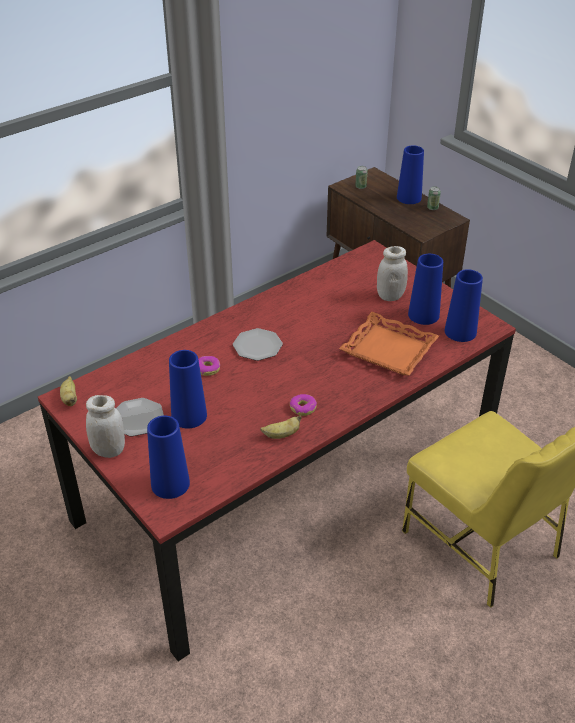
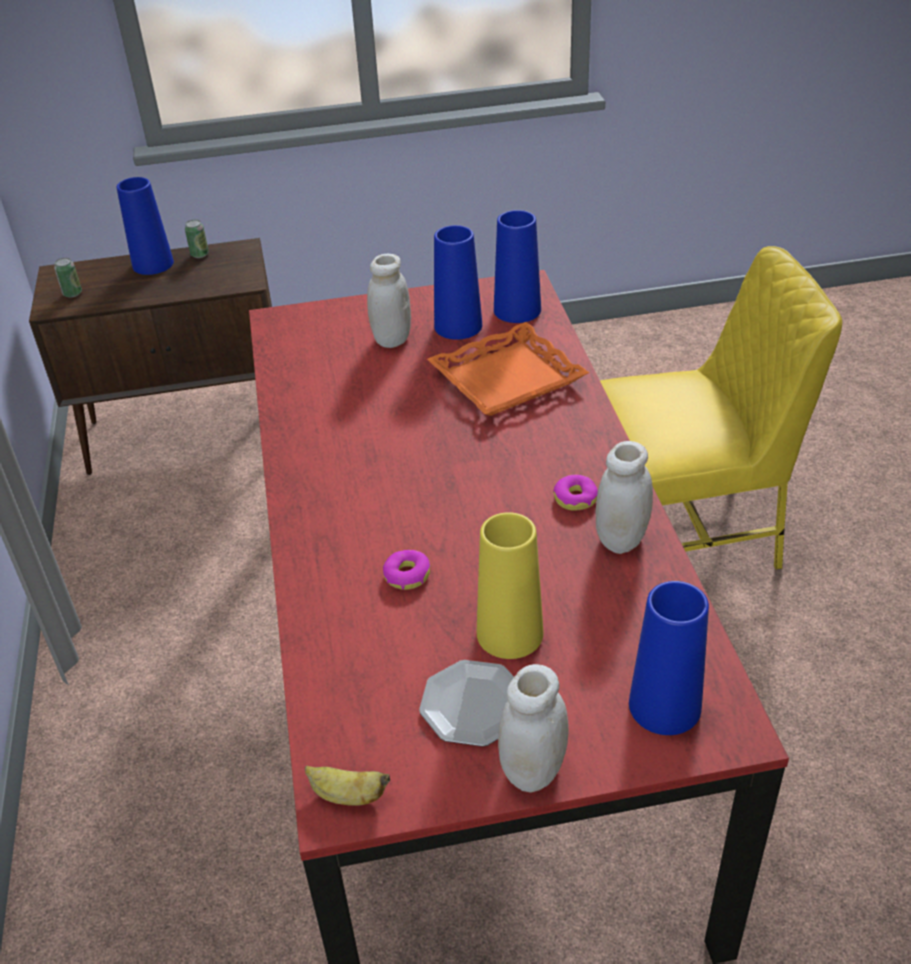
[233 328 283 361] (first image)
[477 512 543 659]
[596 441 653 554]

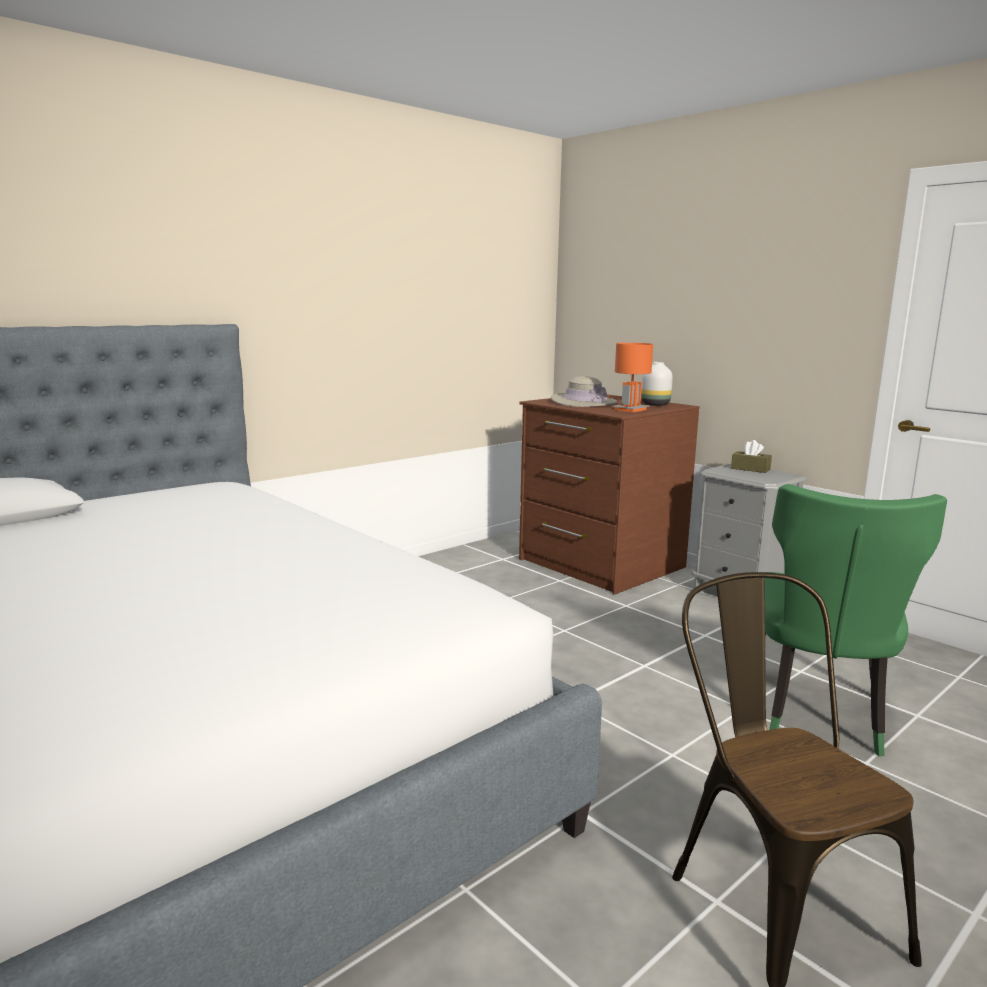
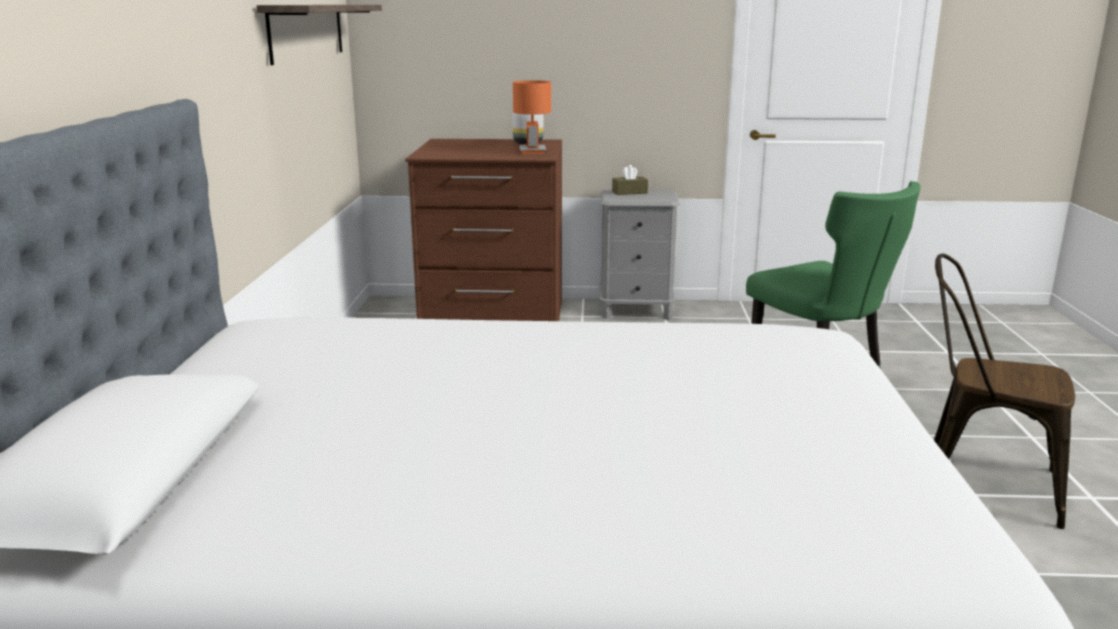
[551 376 617 407] (first image)
[257 5 382 65]

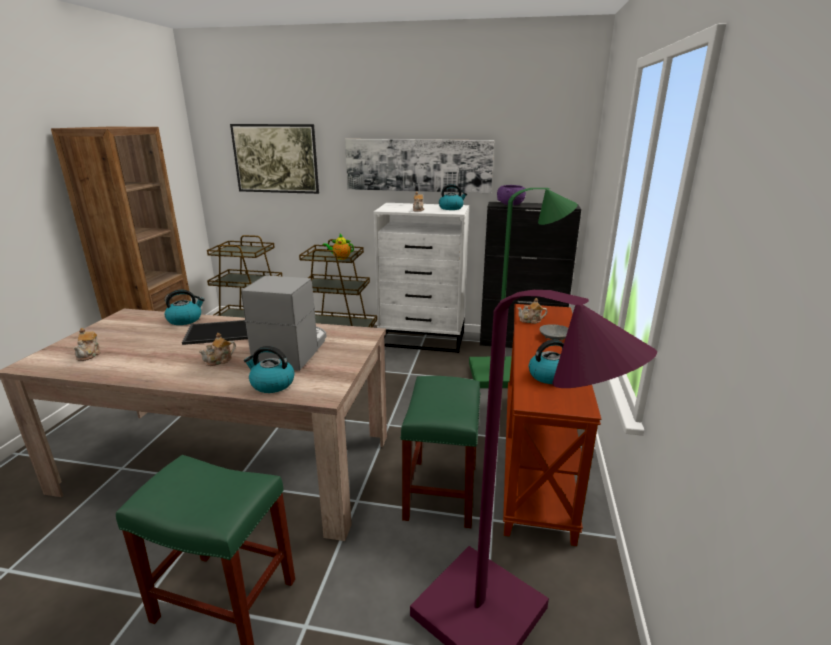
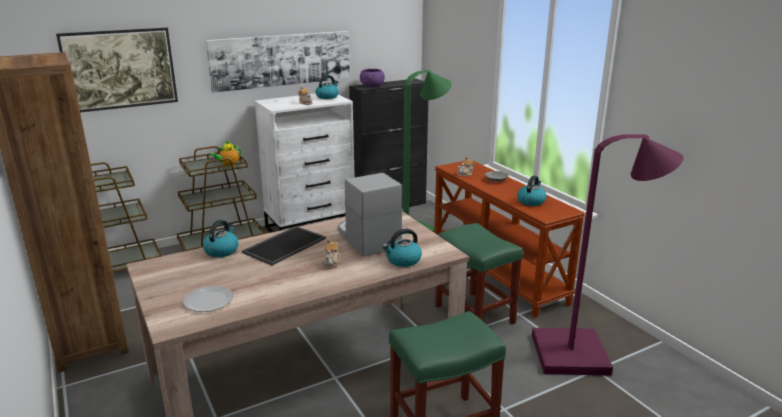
[183 286 234 312]

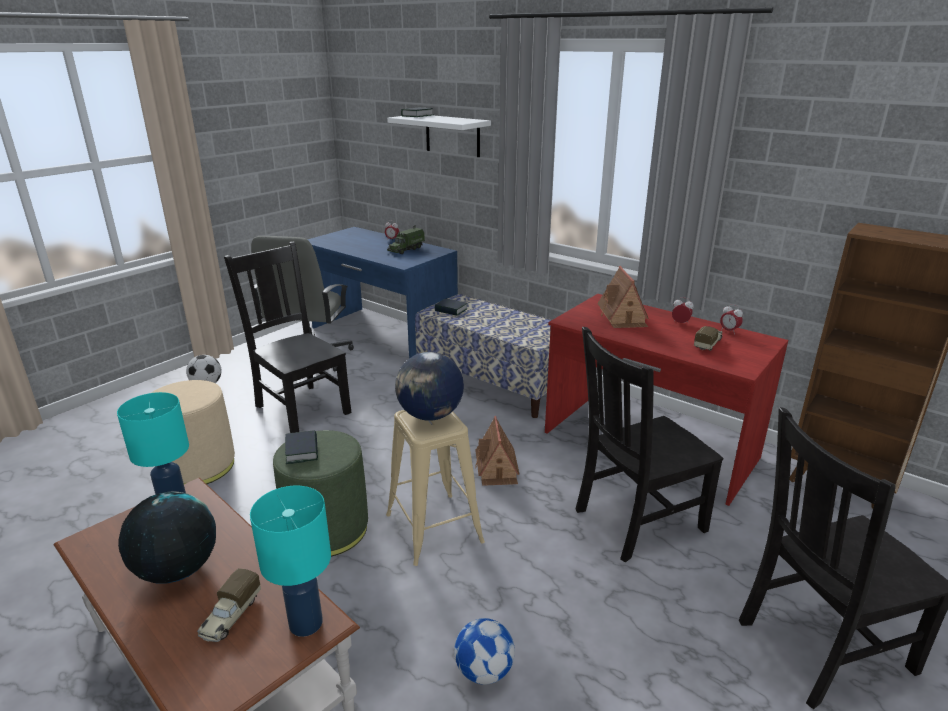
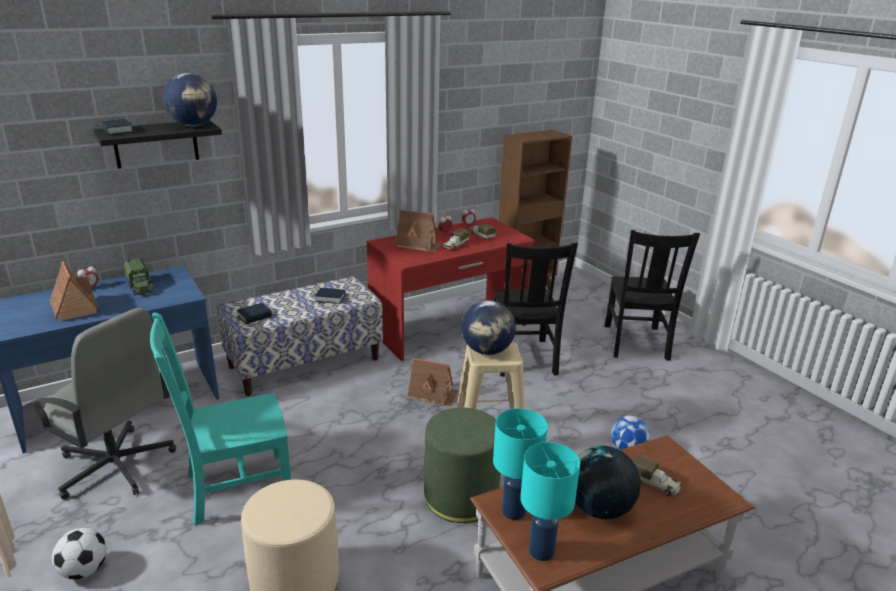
[93 120 222 169]
[150 313 291 526]
[315 288 346 304]
[520 442 580 561]
[162 73 217 127]
[443 228 469 250]
[50 262 99 321]

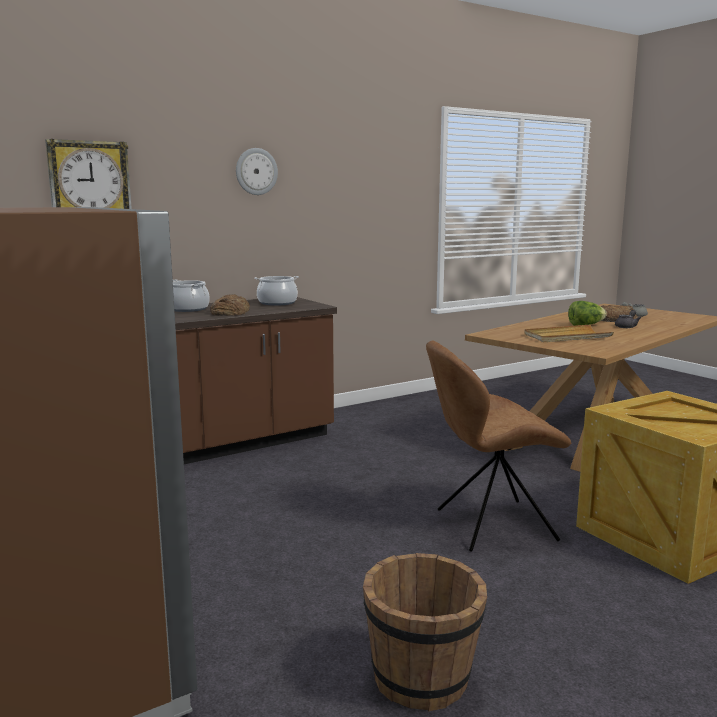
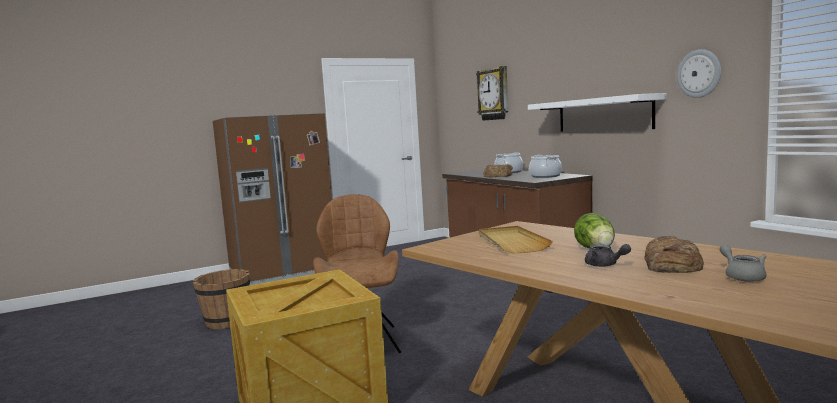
[677 49 721 98]
[528 93 667 131]

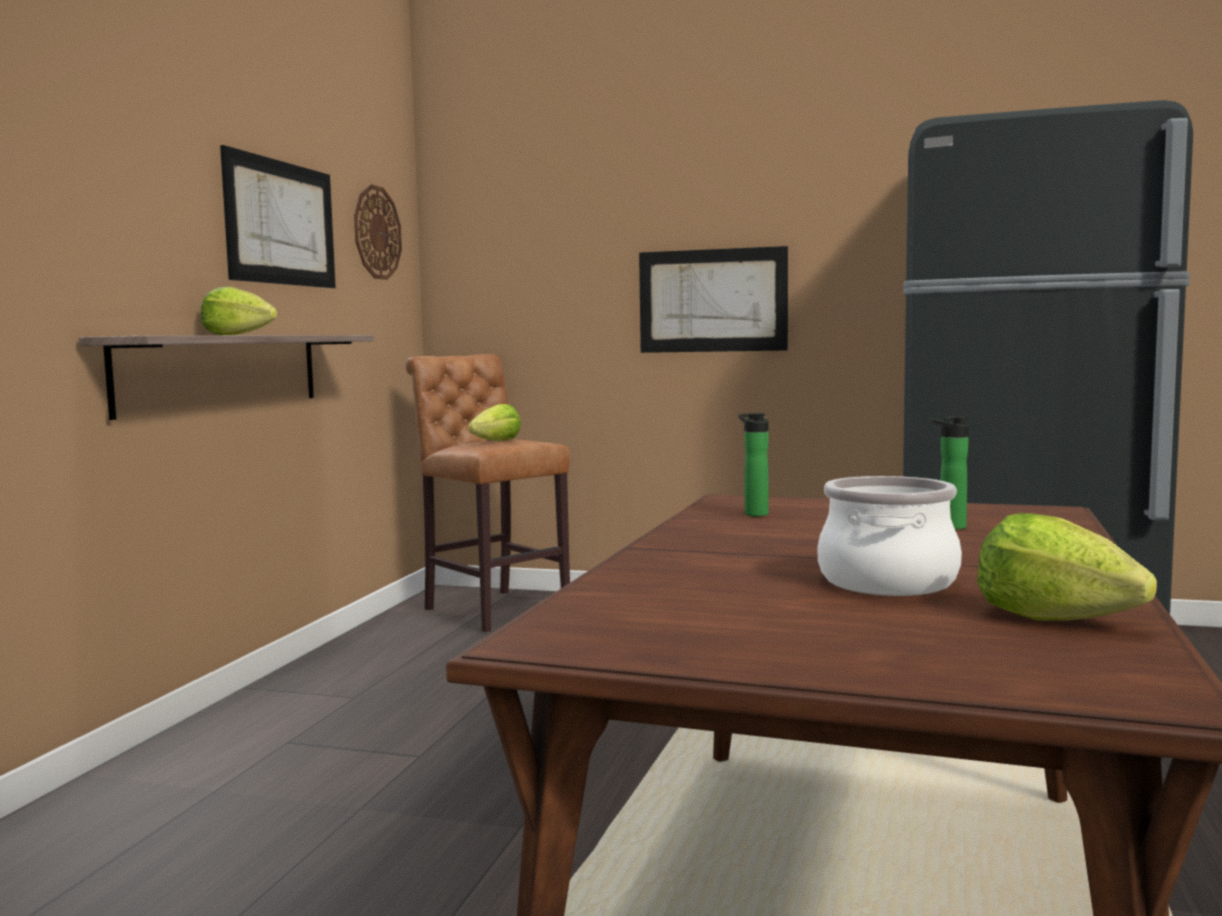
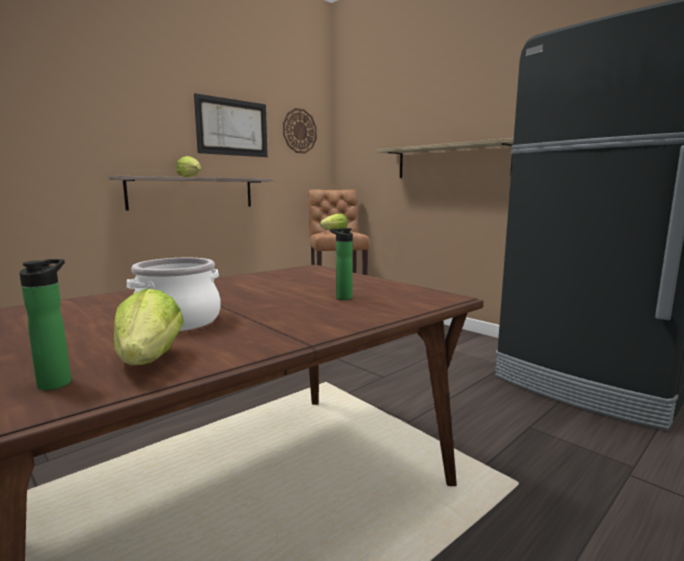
[377 138 514 178]
[19 259 71 390]

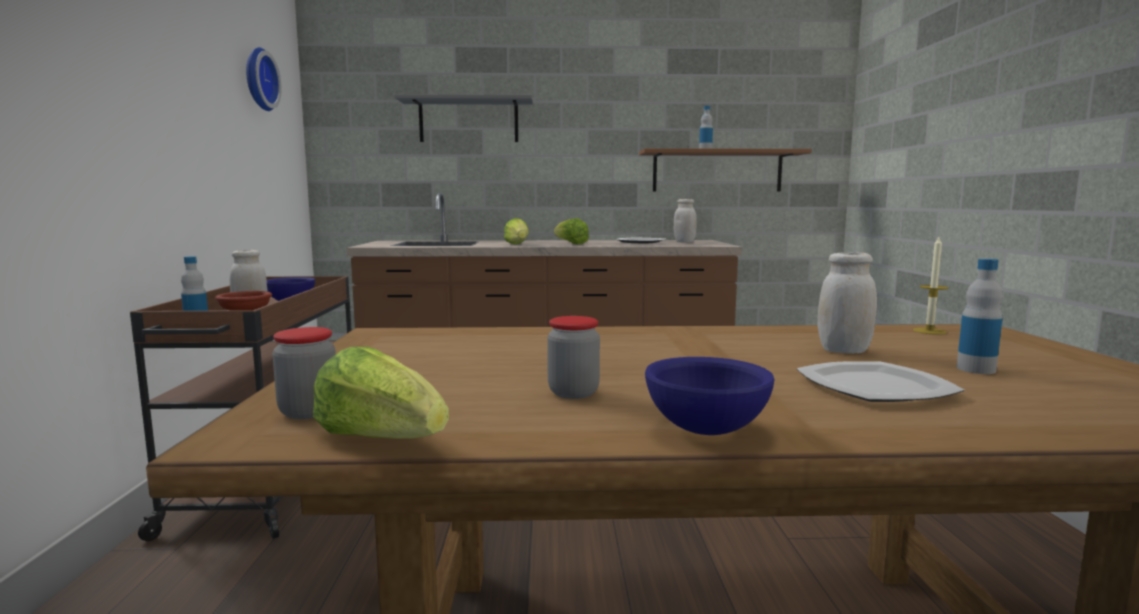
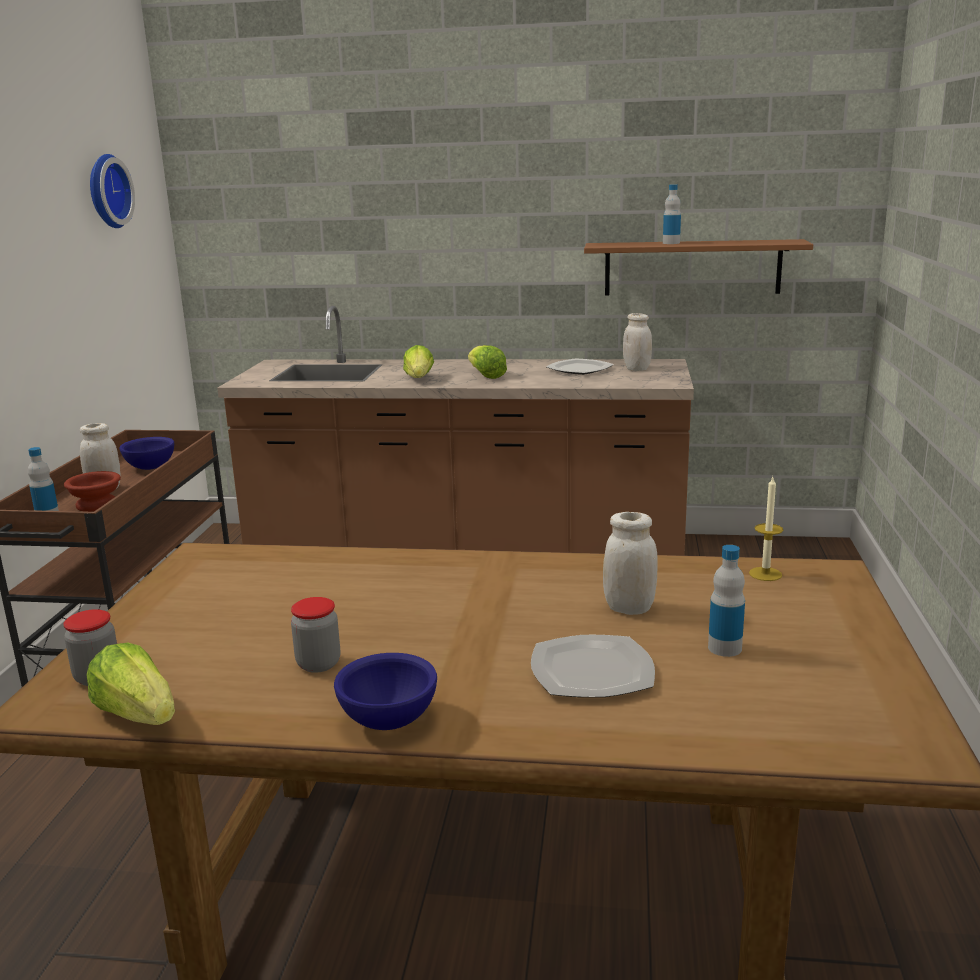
[394 94 533 142] (first image)

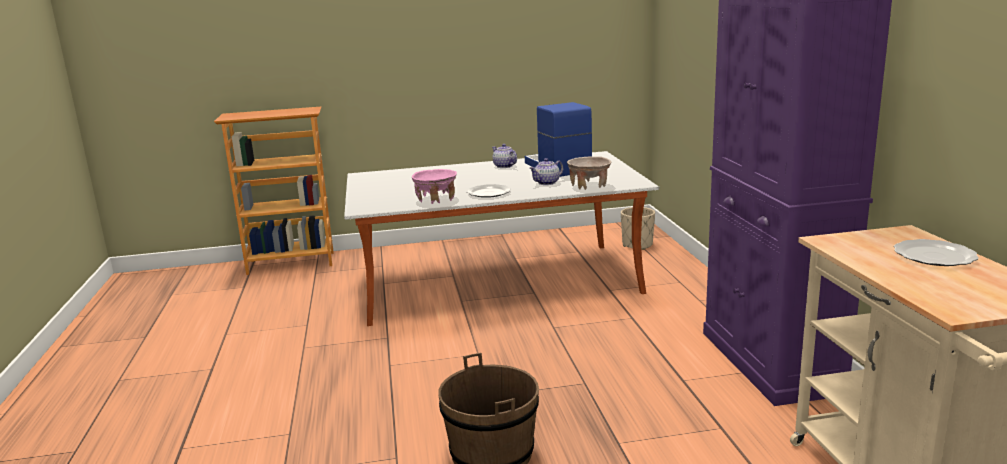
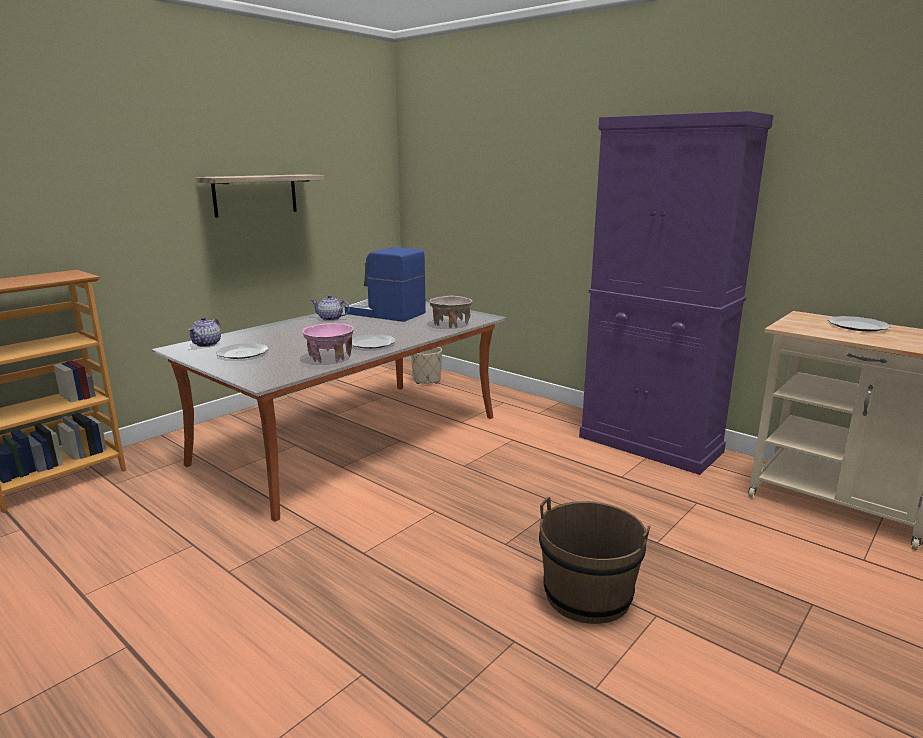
[188 317 221 347]
[196 174 324 218]
[216 343 269 359]

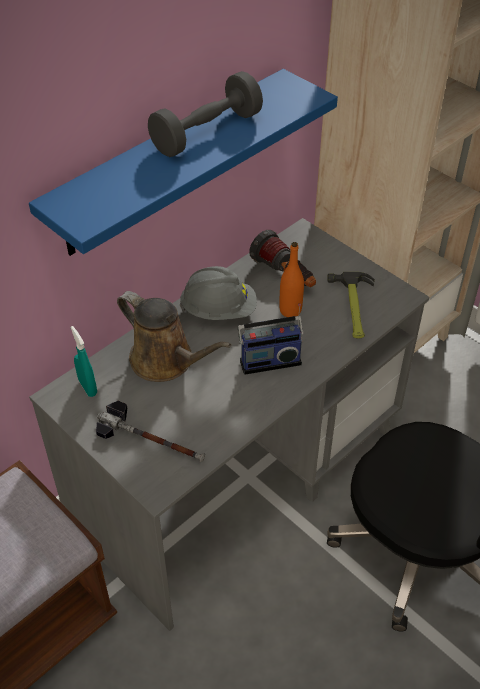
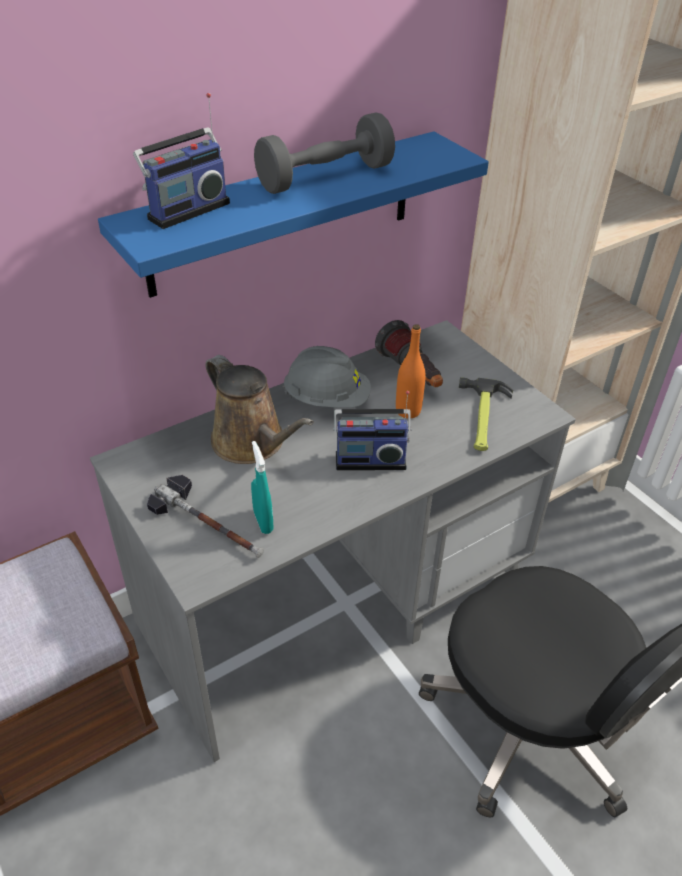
[251 441 273 534]
[133 93 230 229]

